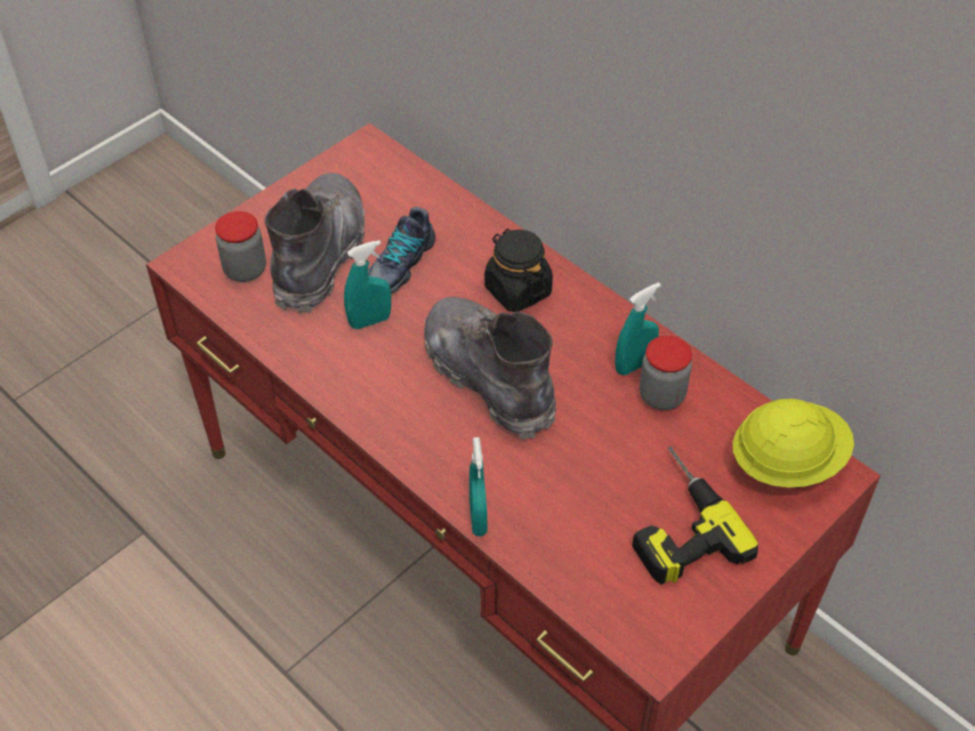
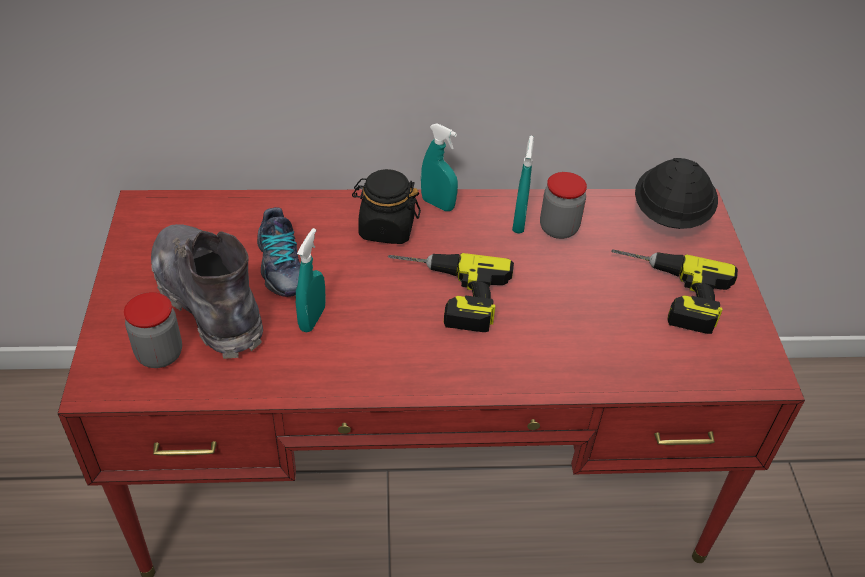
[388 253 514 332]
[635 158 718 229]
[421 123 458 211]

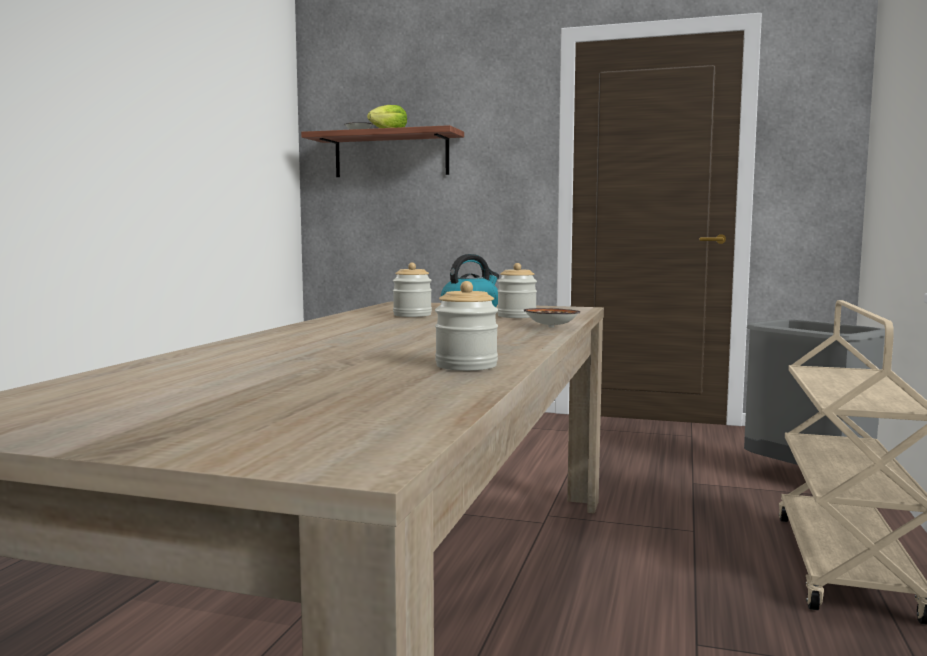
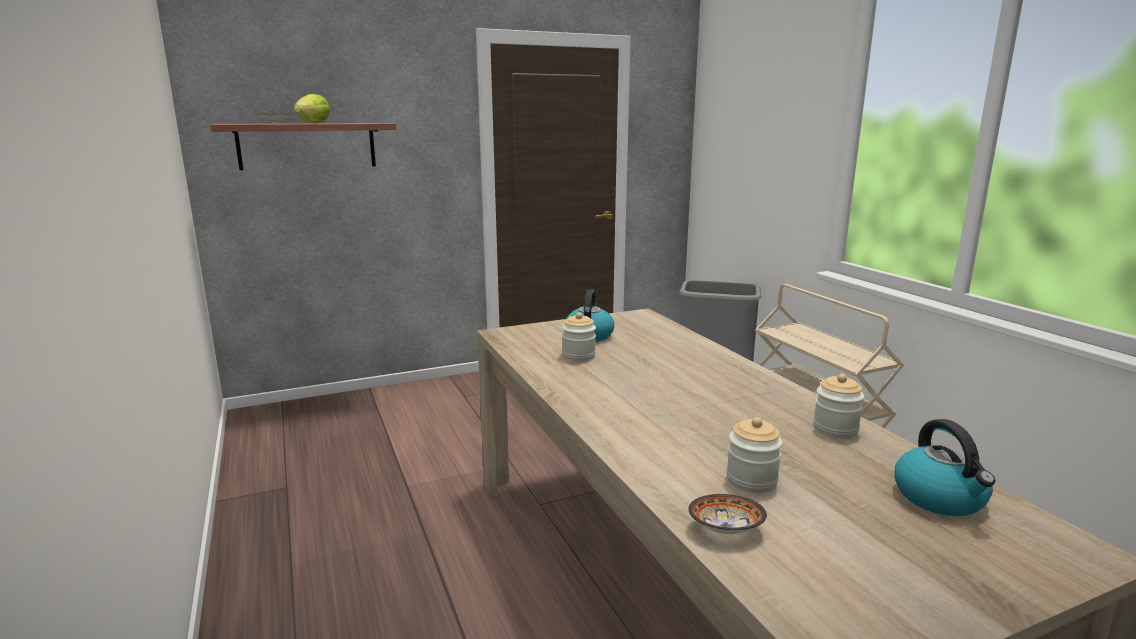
[726 417 782 493]
[688 494 767 534]
[894 419 995 516]

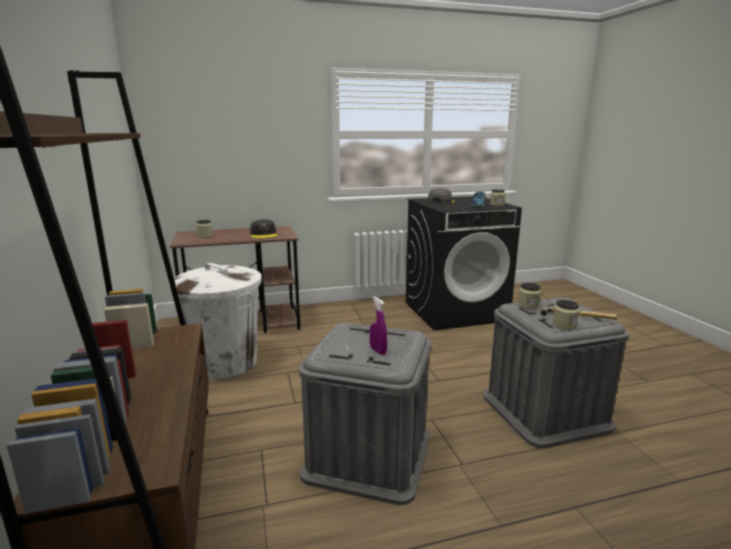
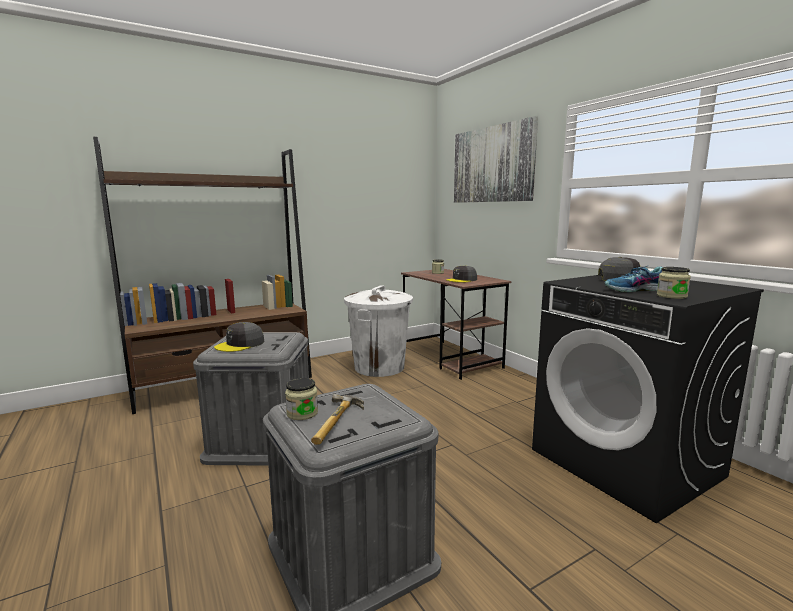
[518 283 541 309] (first image)
[214 322 264 352]
[454 116 538 203]

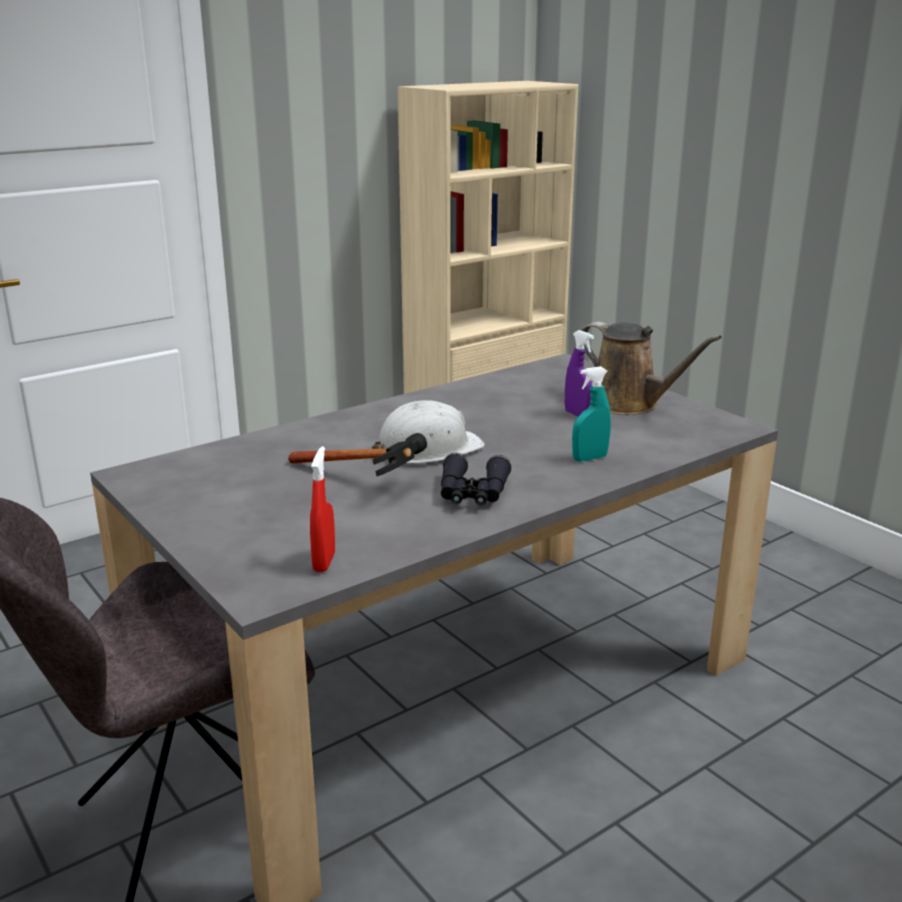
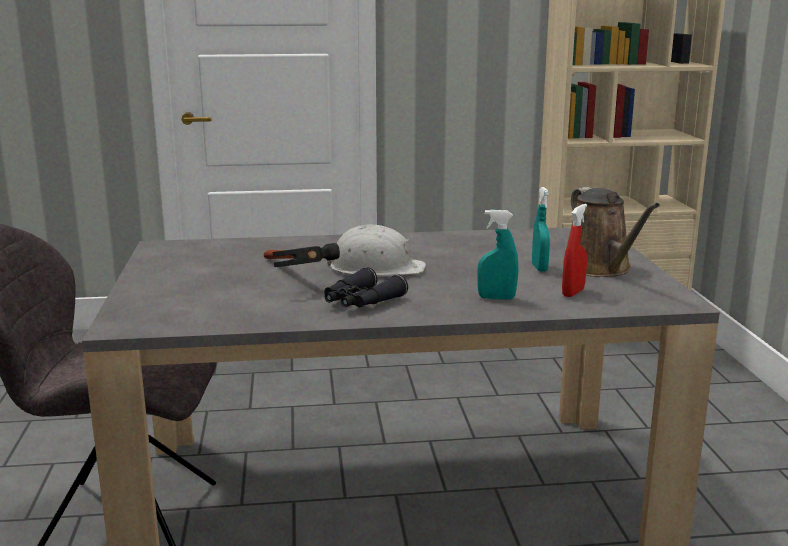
[532 187 550 272]
[562 204 587 297]

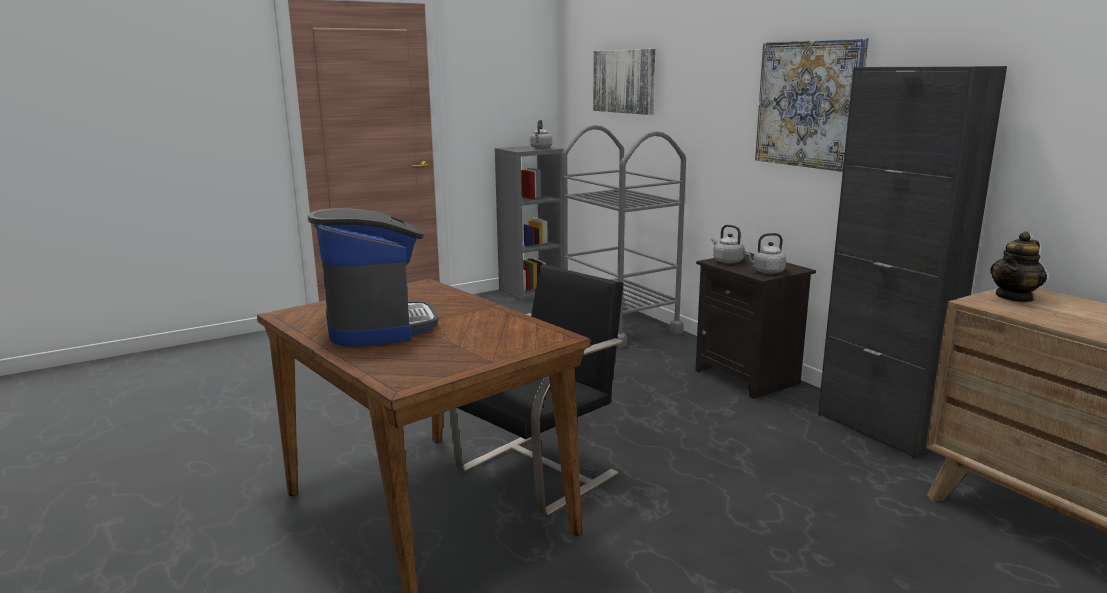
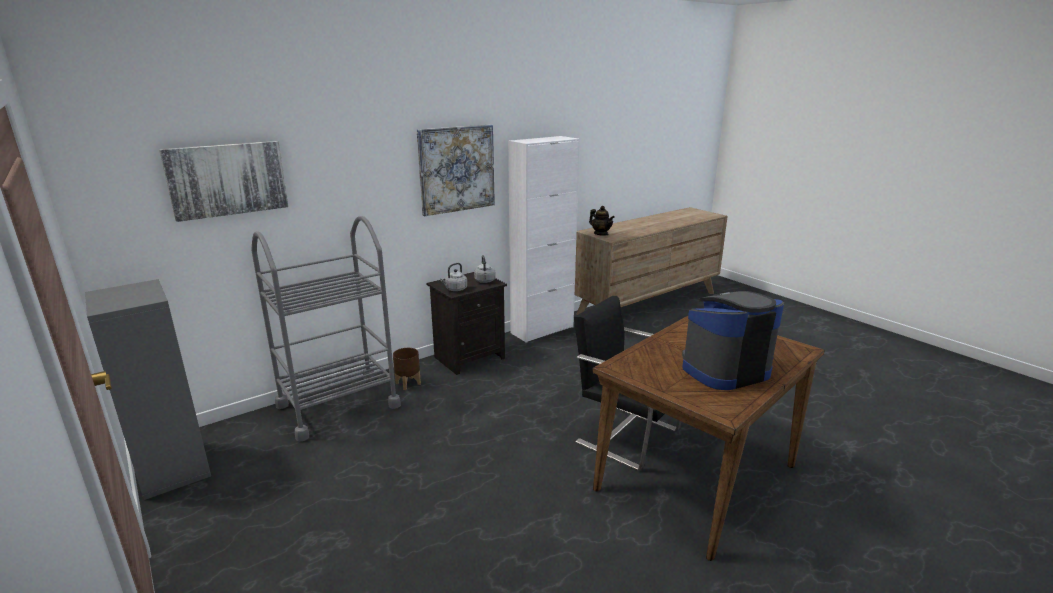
[508 136 580 343]
[530 120 552 149] (first image)
[393 348 421 390]

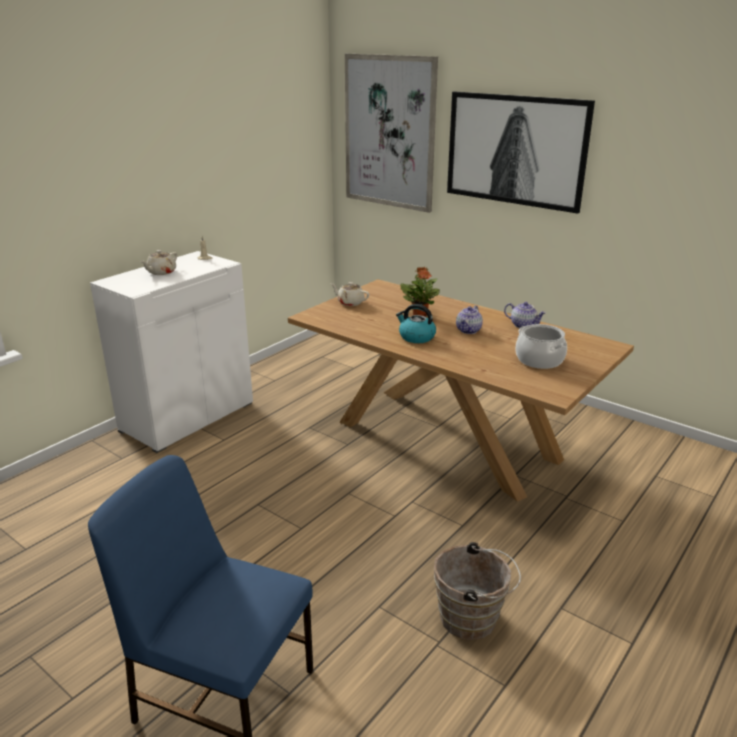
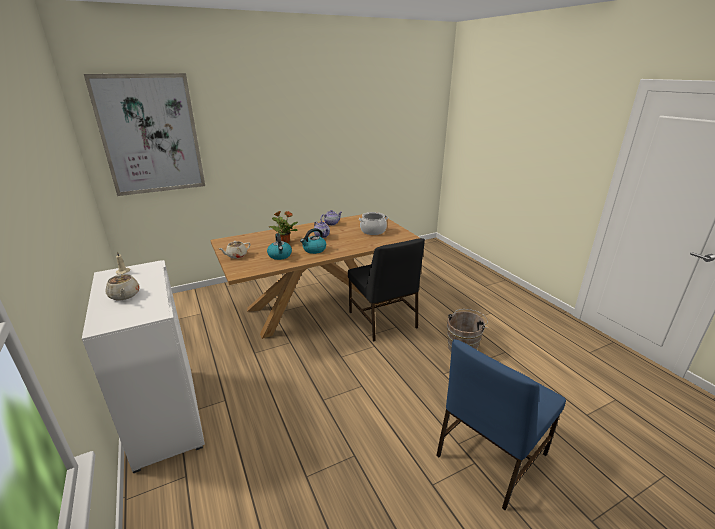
[447 91 595 214] (first image)
[267 233 292 260]
[348 238 425 341]

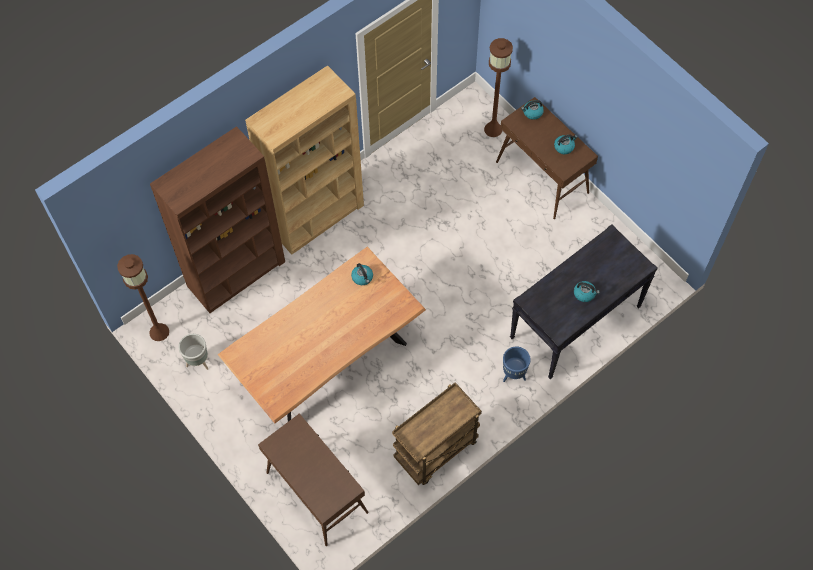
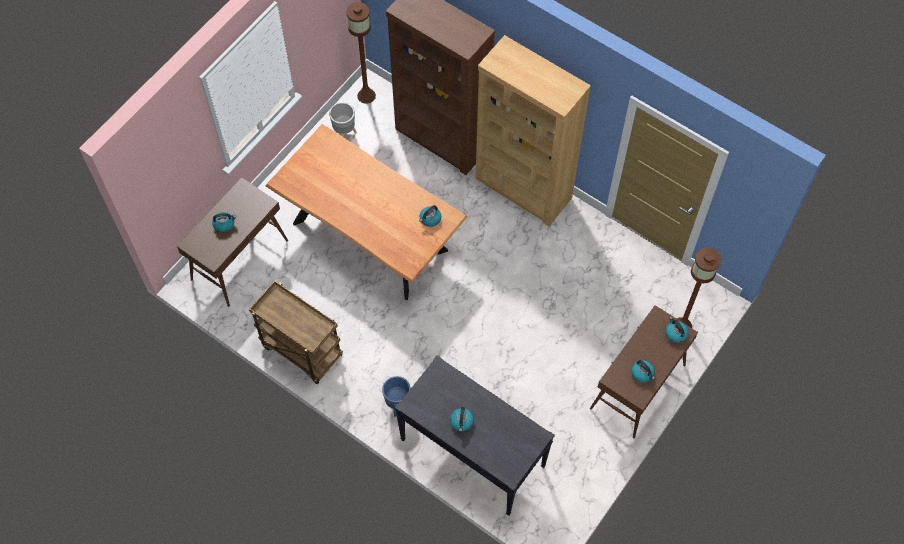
[212 212 236 233]

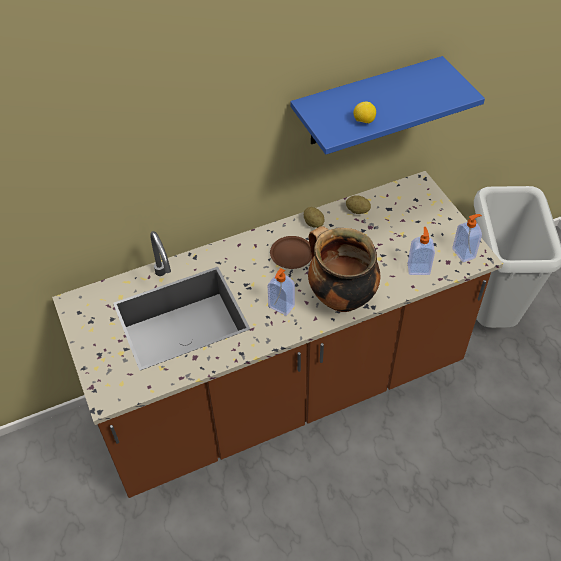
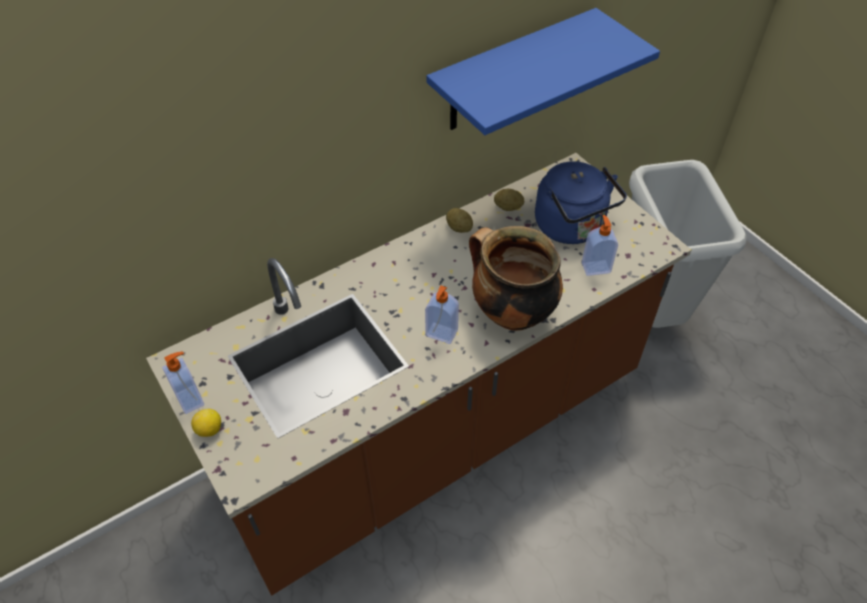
[191 408 221 437]
[162 352 204 414]
[270 236 312 269] (first image)
[535 161 627 244]

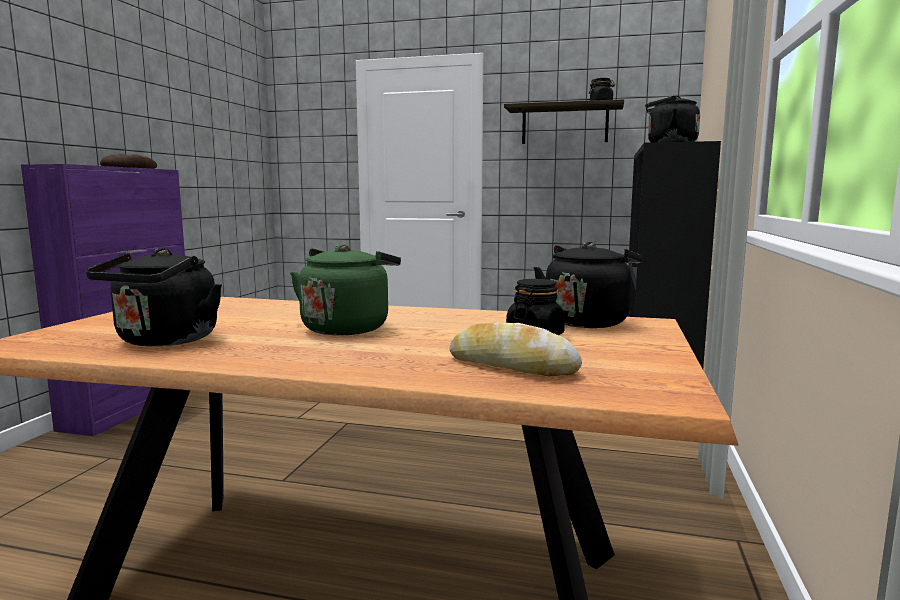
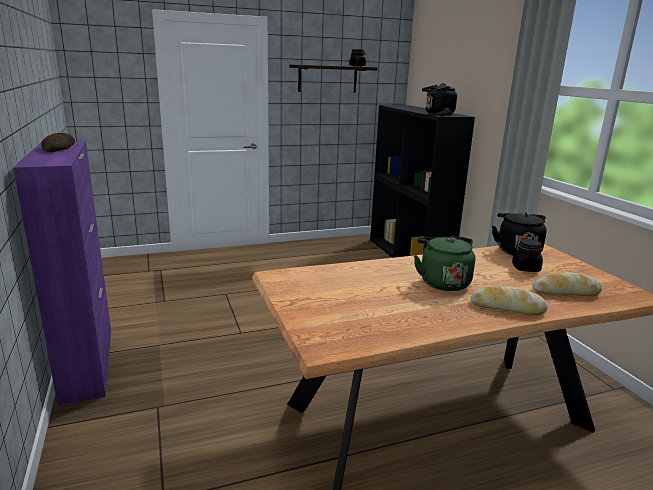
[86 248 222 346] (first image)
[471 286 548 315]

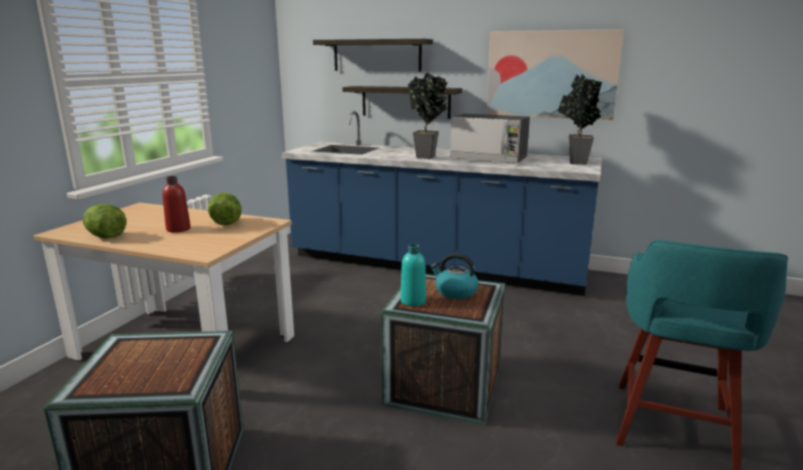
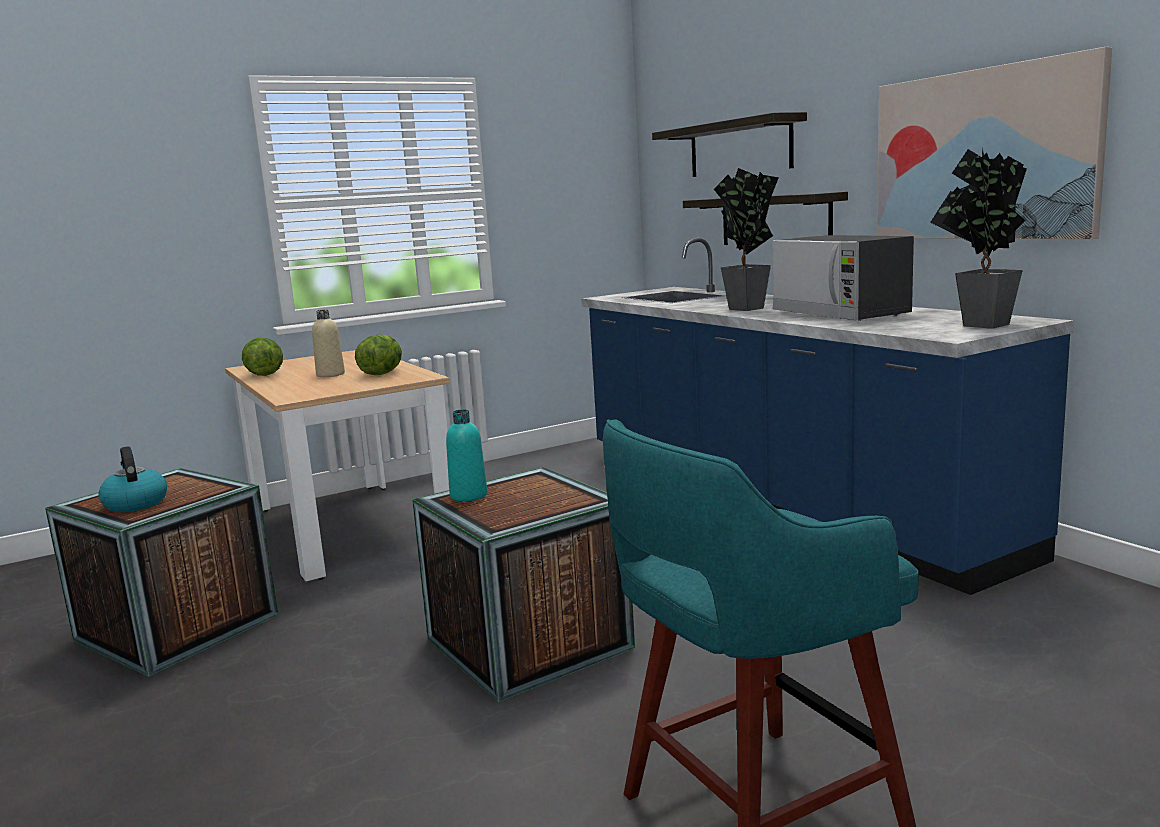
[312 310 345 377]
[98 446 167 512]

